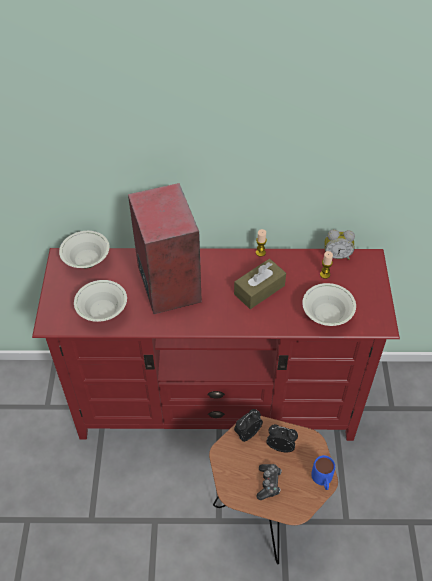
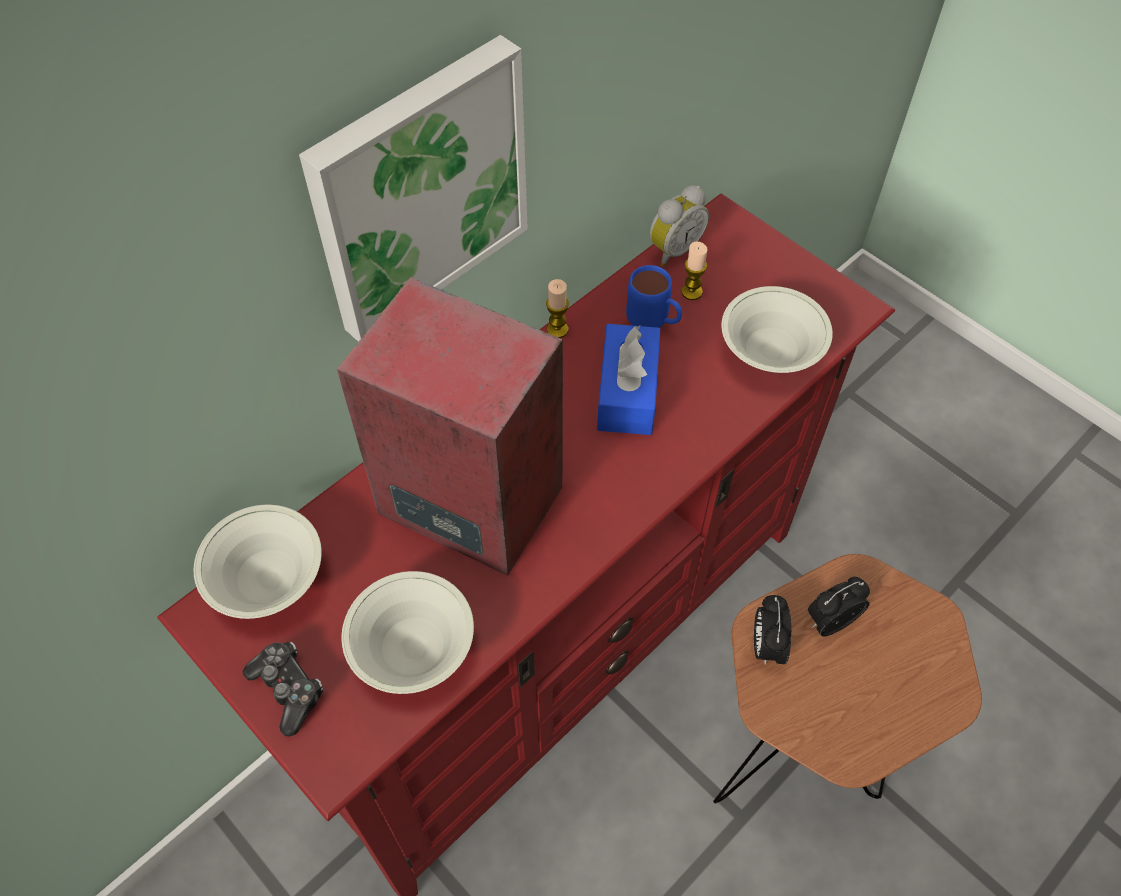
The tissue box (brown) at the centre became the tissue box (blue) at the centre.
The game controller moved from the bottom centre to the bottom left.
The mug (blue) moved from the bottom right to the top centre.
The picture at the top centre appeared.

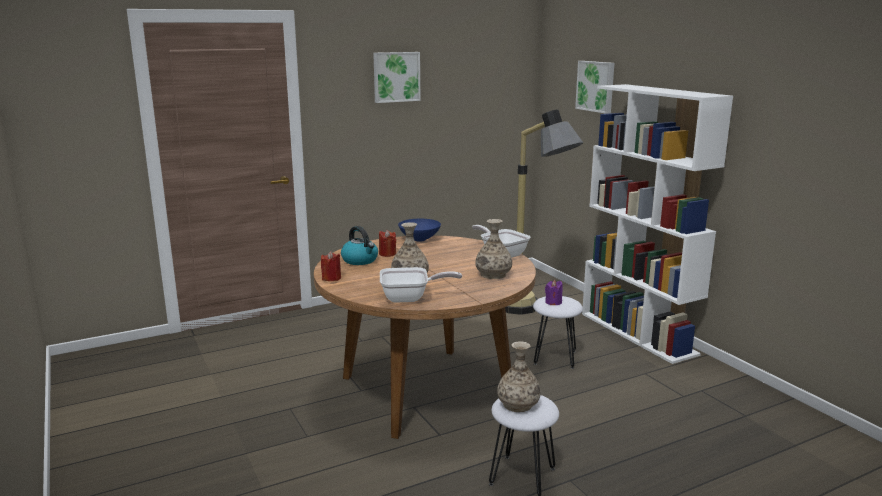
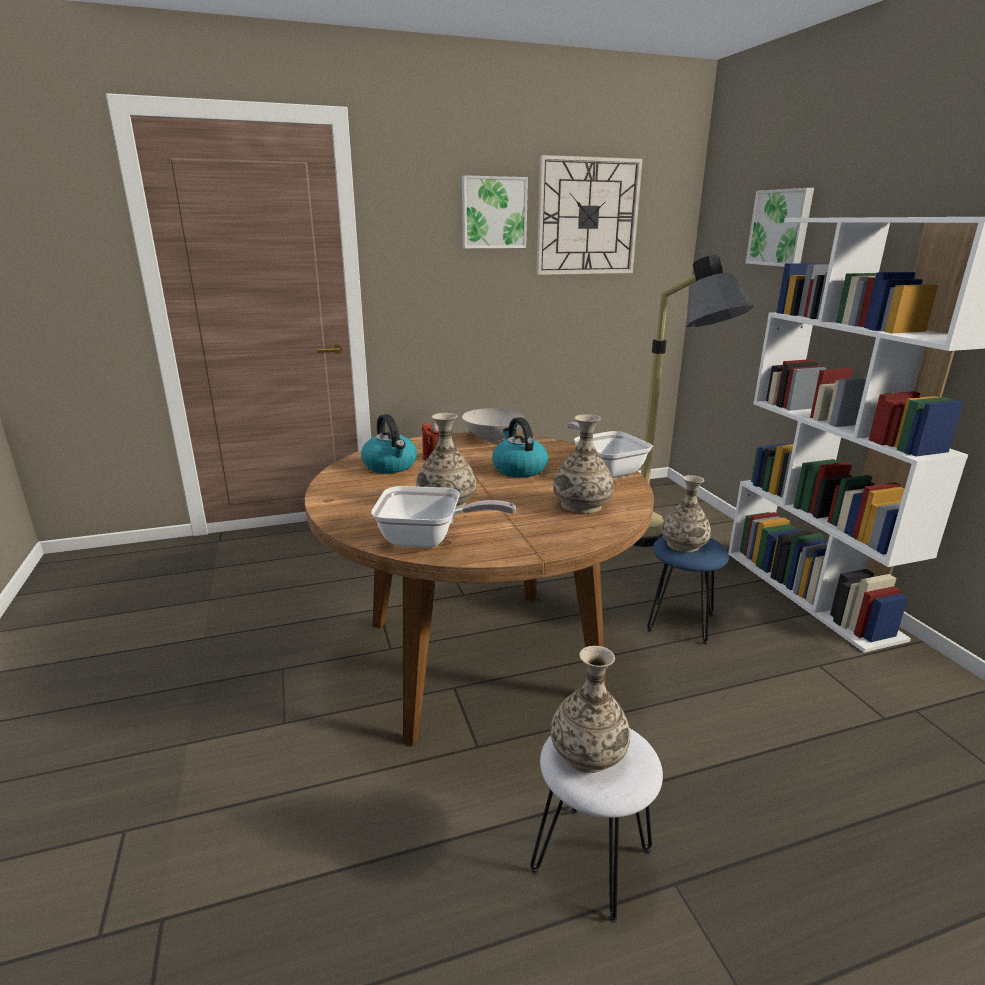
The candle (red) (no. 1 from left) at the centre disappeared.
The bowl (blue) at the centre became the bowl (white) at the centre.
The stool (white) (no. 2 from left) at the bottom centre became the stool (blue) at the middle right.
The candle (purple) at the centre was replaced by the vase (no. 4 from left) at the middle right.
The kettle (no. 2 from left) at the centre appeared.
The wall clock at the top centre appeared.

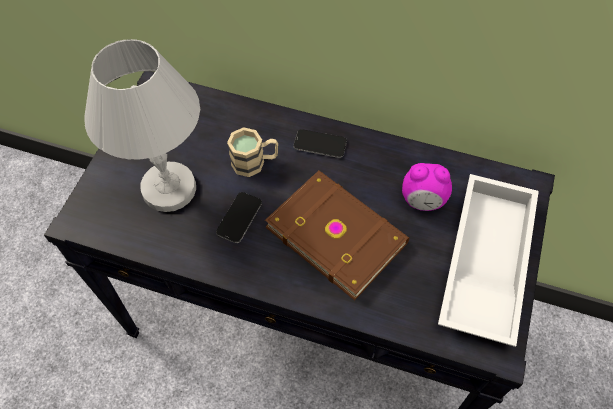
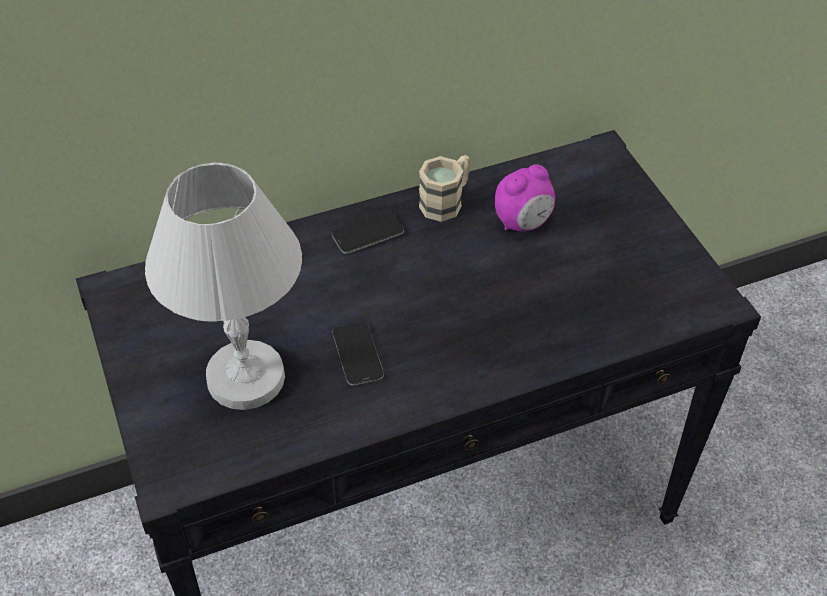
The mug (beige) moved from the centre to the top centre.
The book (brown) at the centre disappeared.
The tray (white) at the middle right disappeared.

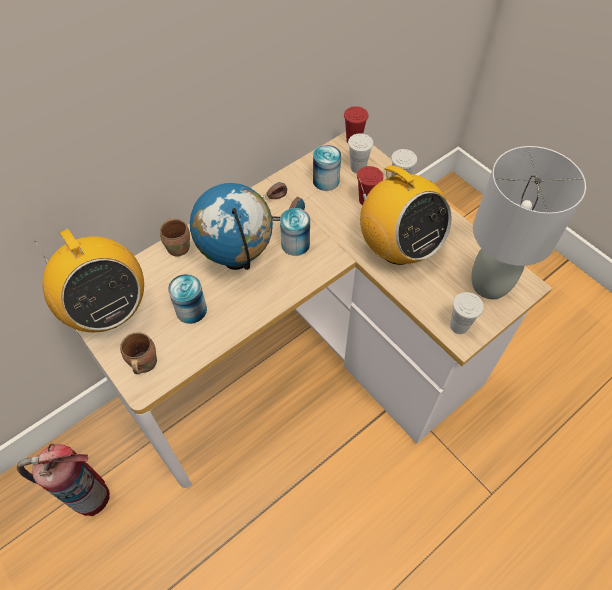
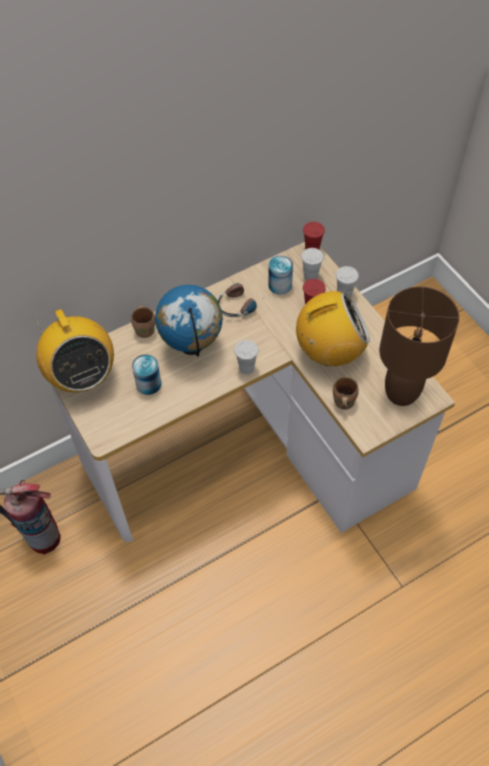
The mug (brown) (no. 1 from left in the first image) moved from the middle left to the middle right.
The can (no. 2 from left) at the centre disappeared.
The radio (no. 2 from left) at the centre turned 75 degrees counterclockwise.
The cup (white) (no. 3 from left in the first image) moved from the middle right to the centre.
The table lamp (grey) at the middle right became the table lamp (brown) at the middle right.

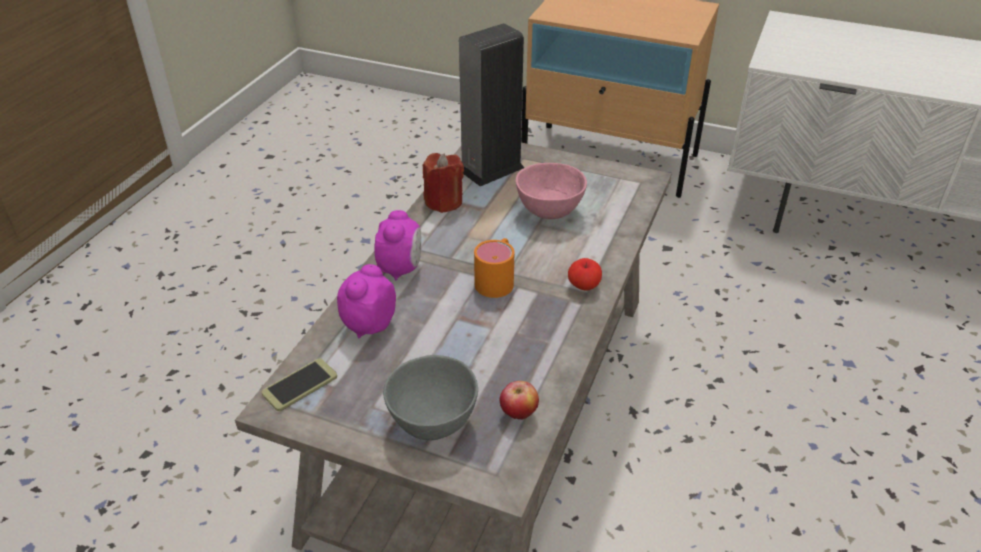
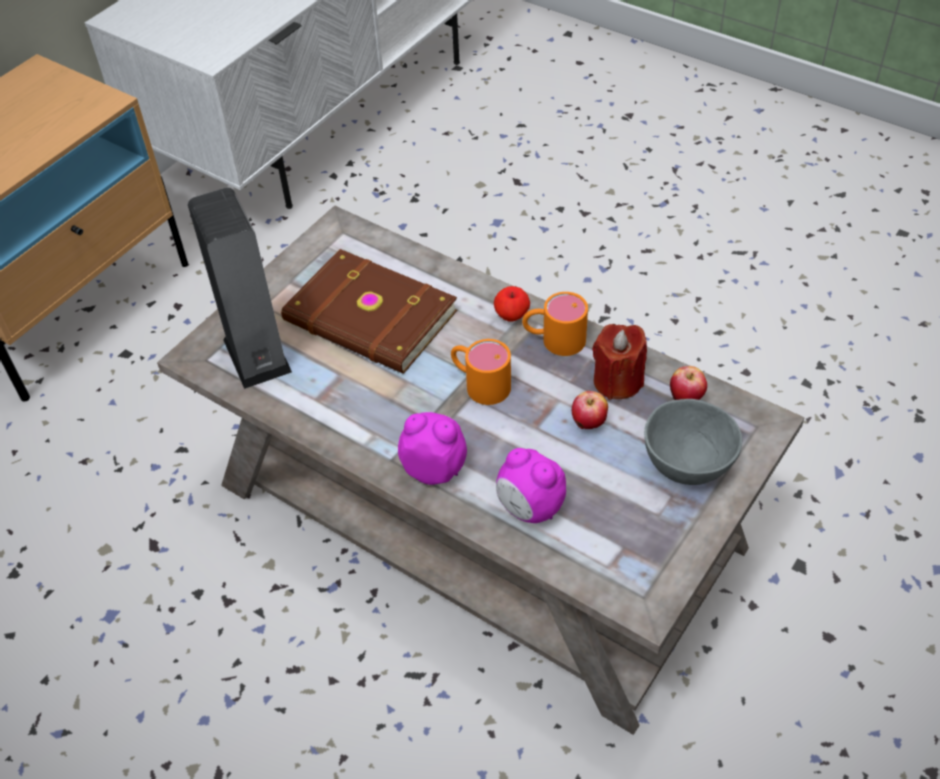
The phone at the bottom left disappeared.
The candle (red) moved from the top centre to the centre.
The bowl (pink) at the centre was replaced by the book (brown) at the centre.
The mug (orange) (no. 2 from left) at the centre appeared.
The apple (no. 2 from left) at the centre appeared.

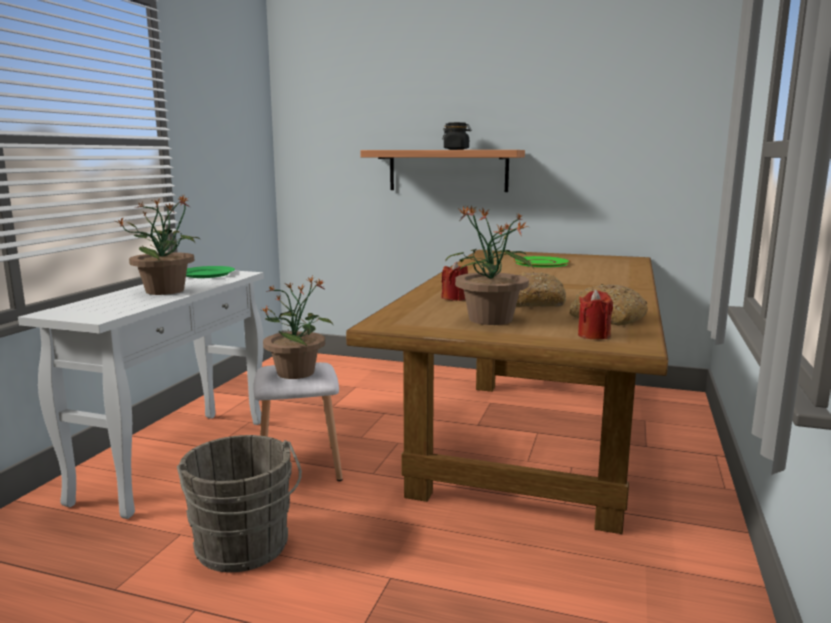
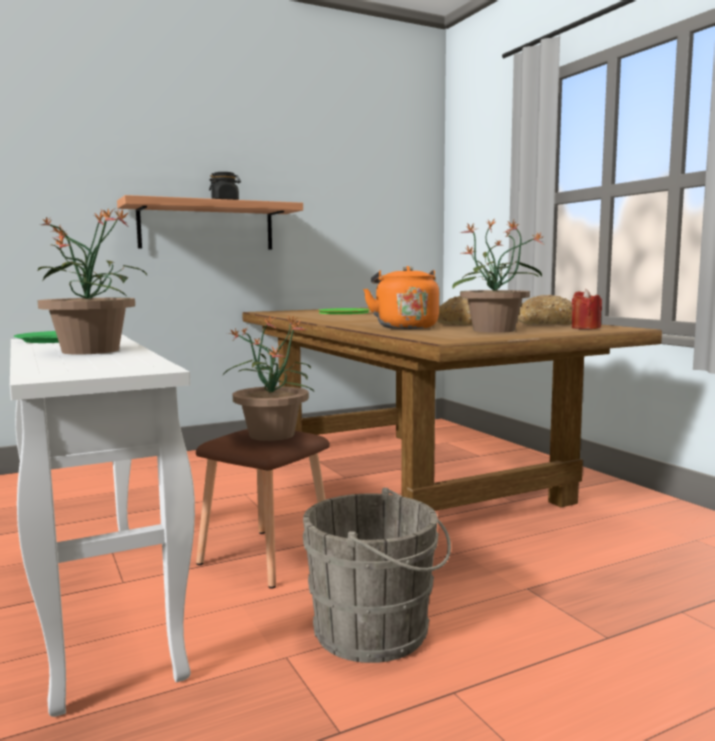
The stool (white) at the bottom centre became the stool (brown) at the bottom centre.
The candle (red) (no. 1 from left) at the centre was replaced by the kettle (orange) at the centre.

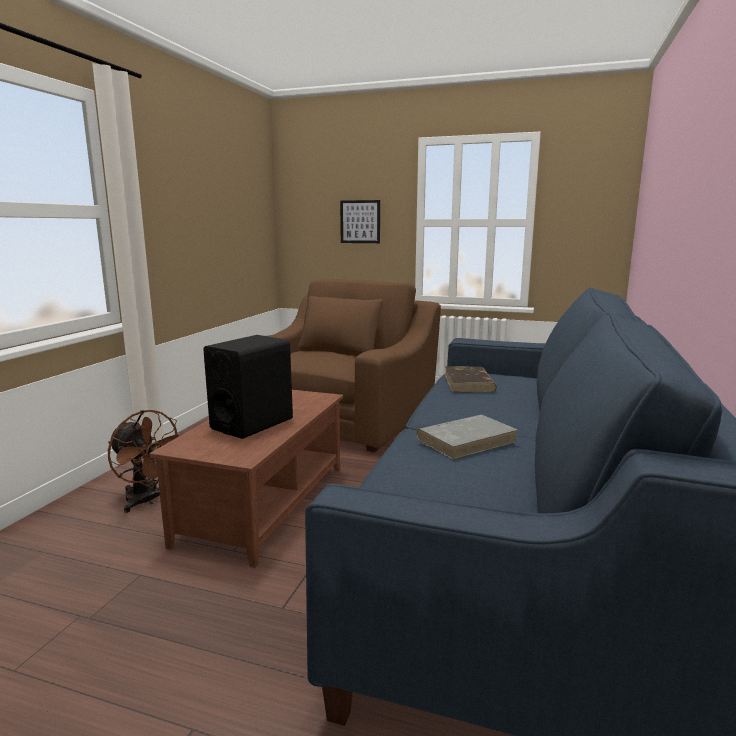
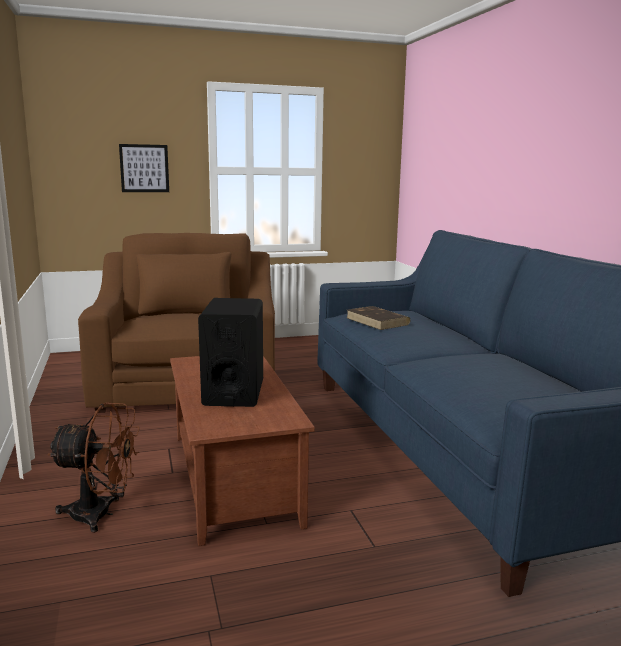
The book (grey) at the centre disappeared.

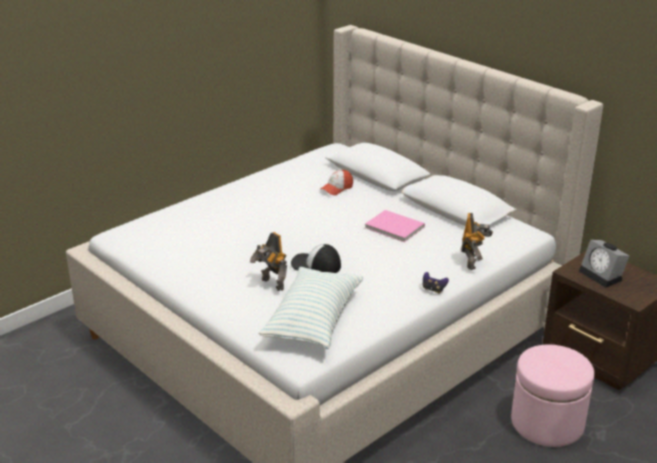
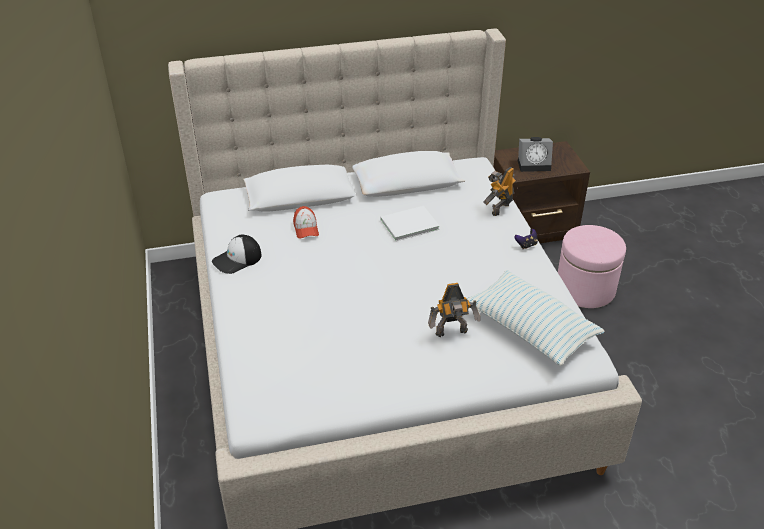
The cap (no. 1 from left) moved from the centre to the middle left.
The book (pink) at the centre became the book (white) at the centre.
The toy robot (no. 2 from left) at the middle right turned 90 degrees counterclockwise.

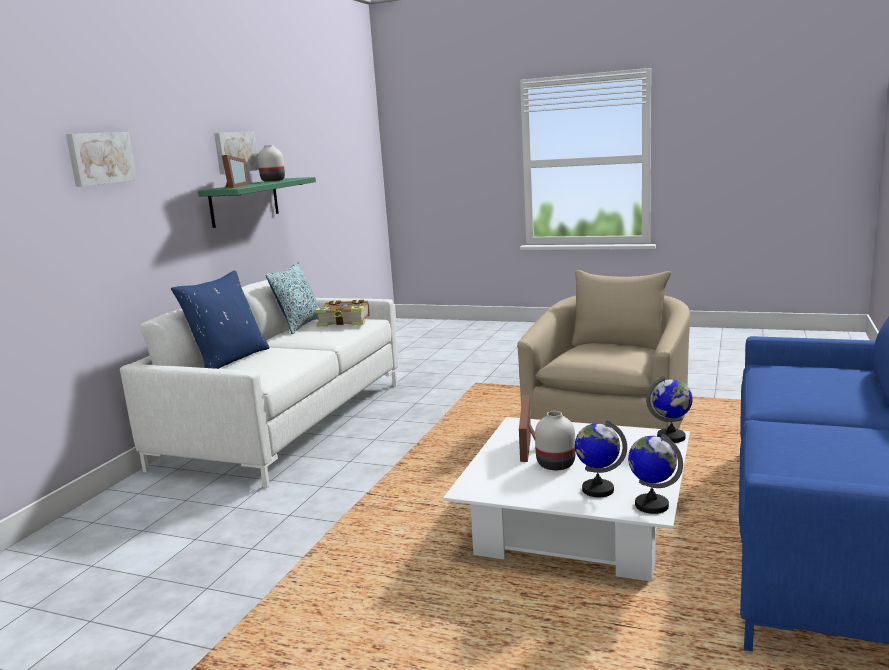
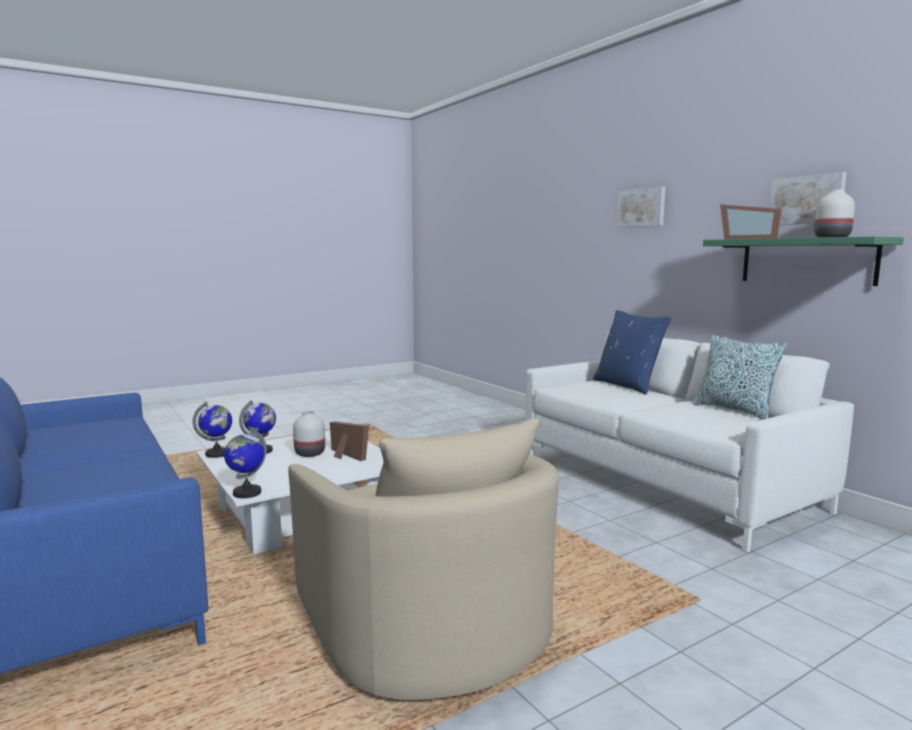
The book at the centre disappeared.

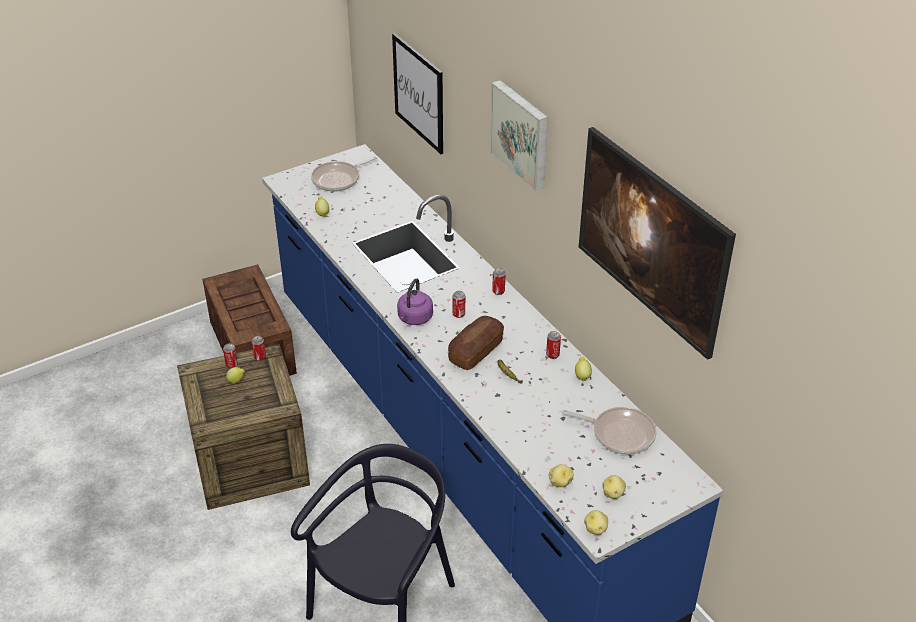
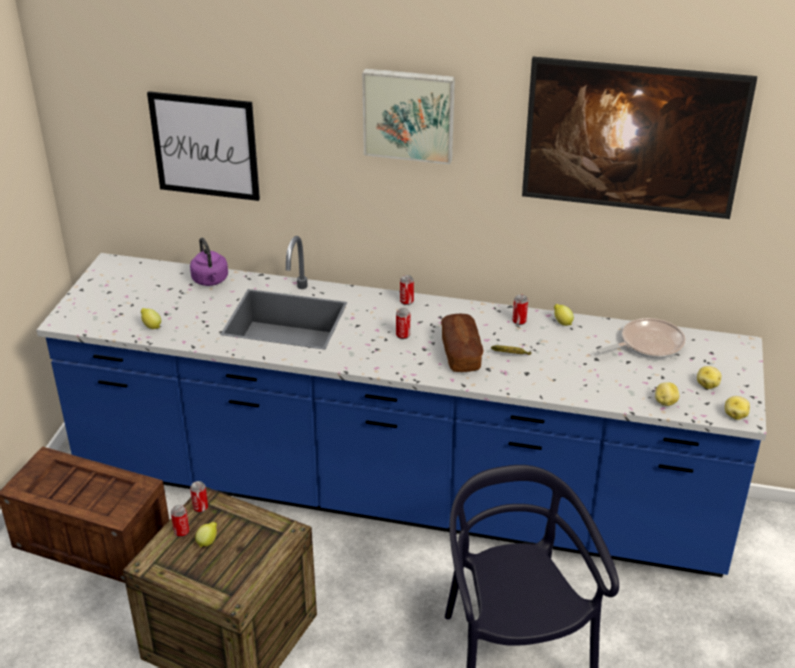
The frying pan (no. 1 from left) at the top centre disappeared.
The kettle (purple) moved from the centre to the middle left.

